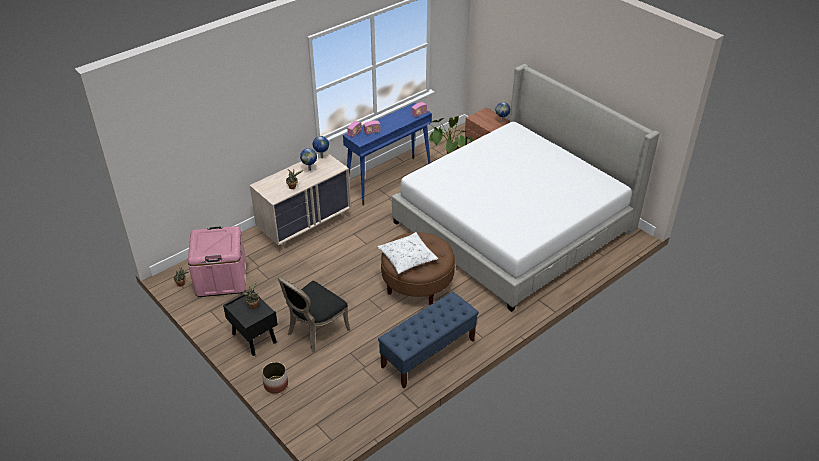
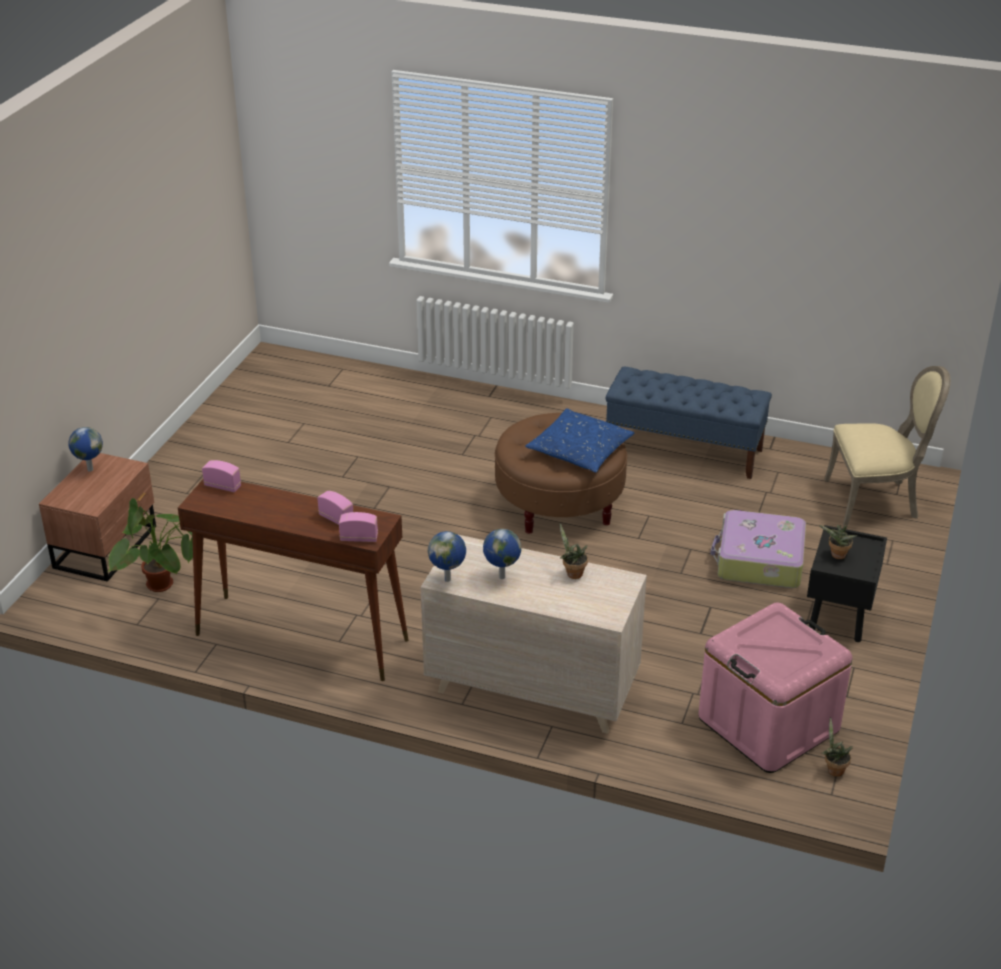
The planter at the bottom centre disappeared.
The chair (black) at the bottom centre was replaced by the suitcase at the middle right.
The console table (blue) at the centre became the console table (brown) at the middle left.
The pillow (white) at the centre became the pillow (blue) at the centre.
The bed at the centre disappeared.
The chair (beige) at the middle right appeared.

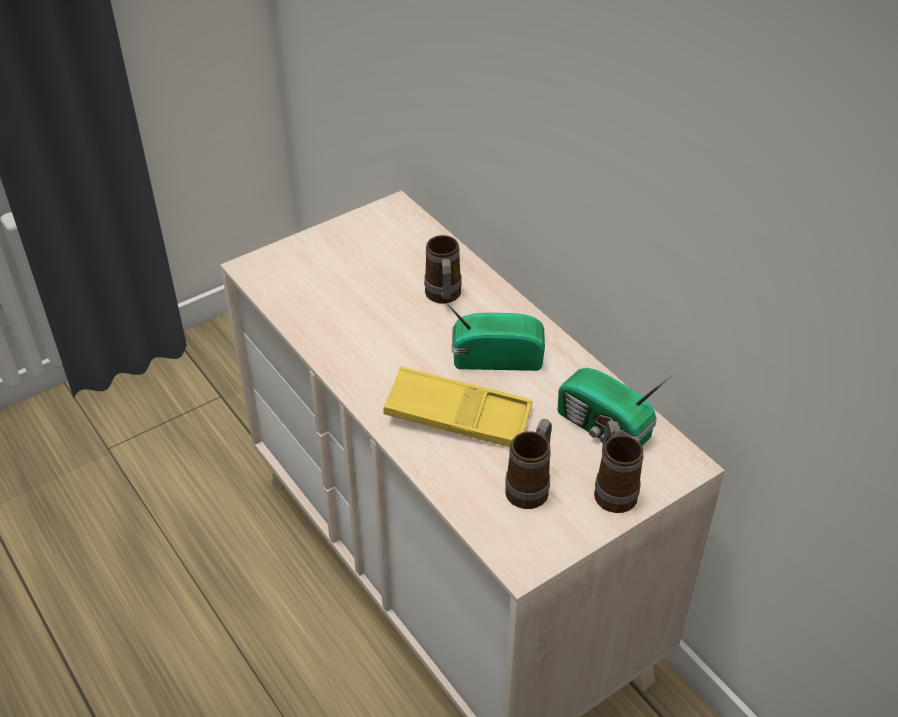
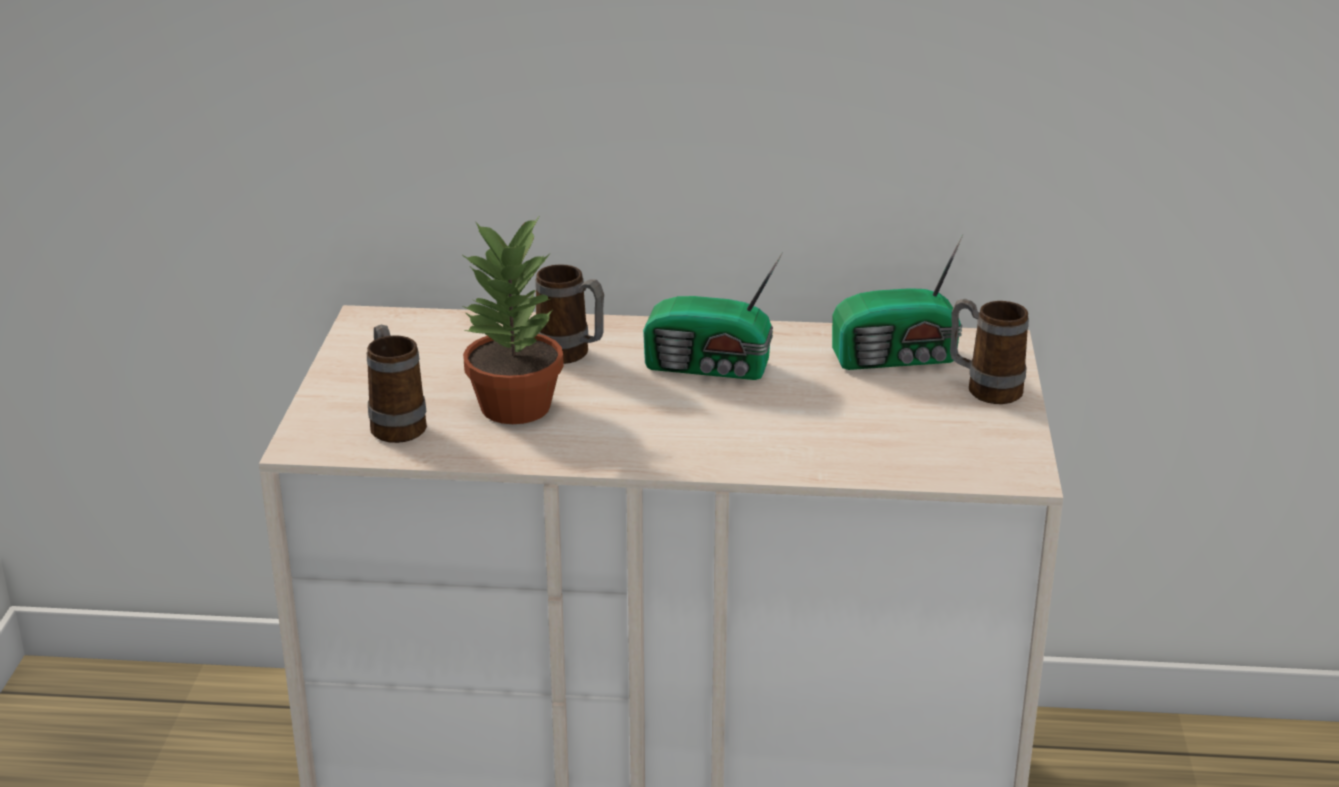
The tray (yellow) at the centre disappeared.
The radio (no. 1 from left) at the centre turned 120 degrees counterclockwise.
The mug (no. 2 from left in the first image) moved from the centre to the middle left.
The potted plant at the centre appeared.

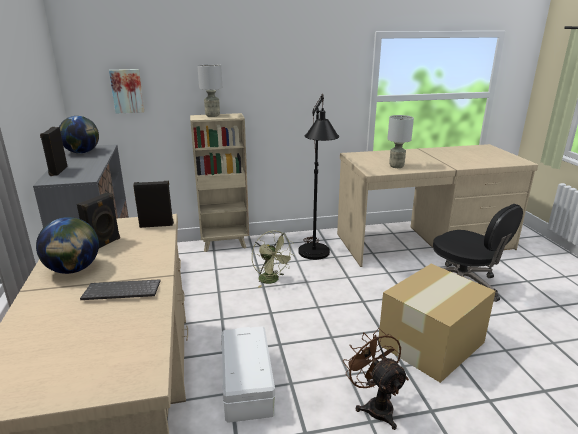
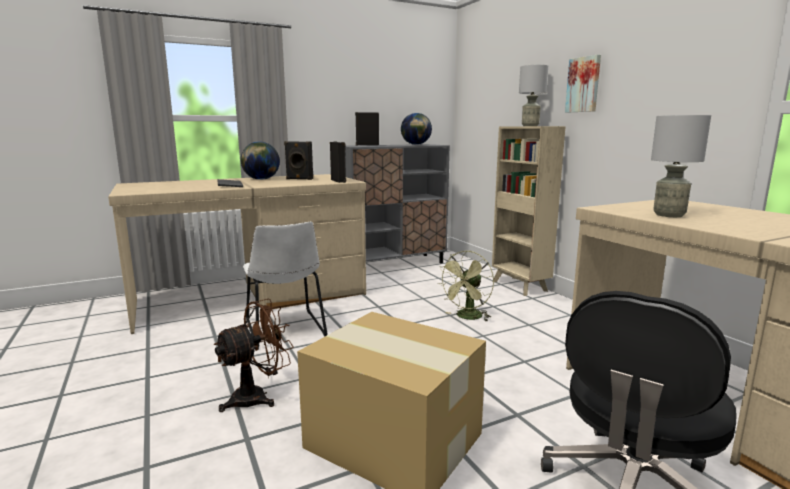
The picture moved from the top left to the top right.
The storage box (white) at the bottom centre was replaced by the chair (white) at the centre.
The floor lamp (black) at the centre disappeared.

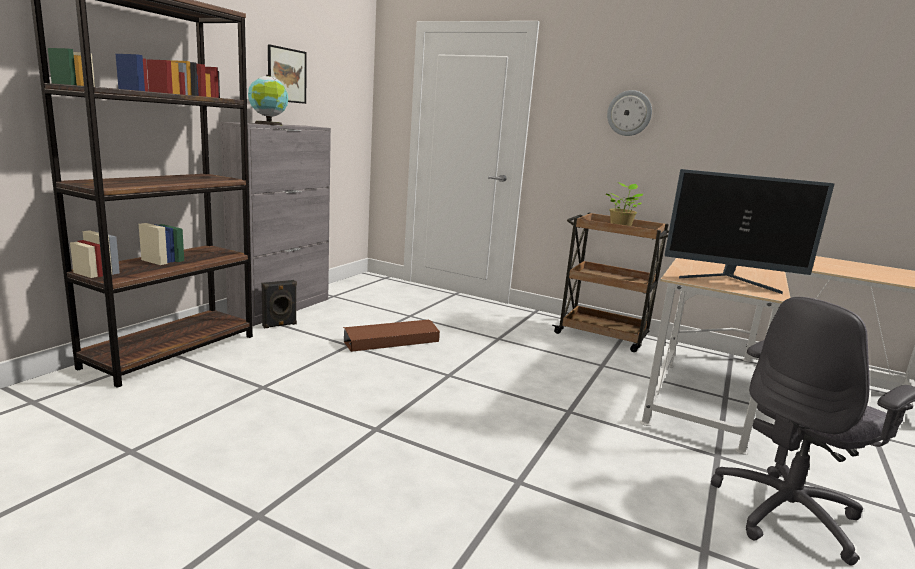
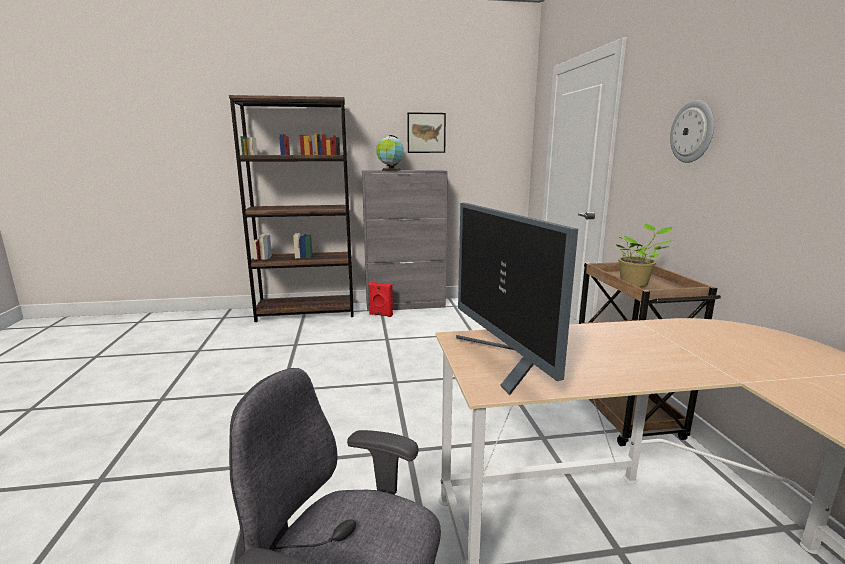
The speaker (black) at the middle left became the speaker (red) at the centre.
The storage box (brown) at the centre disappeared.

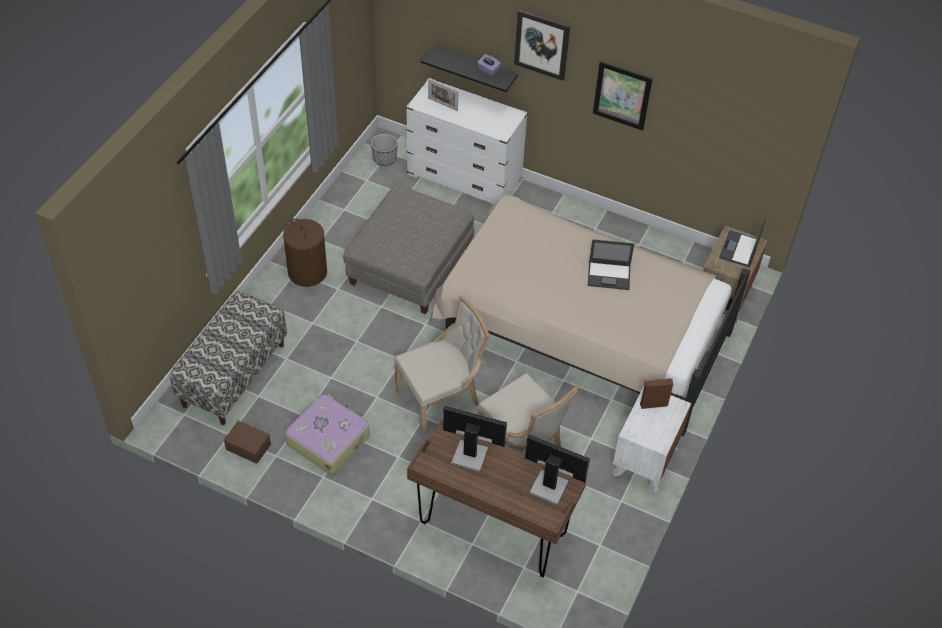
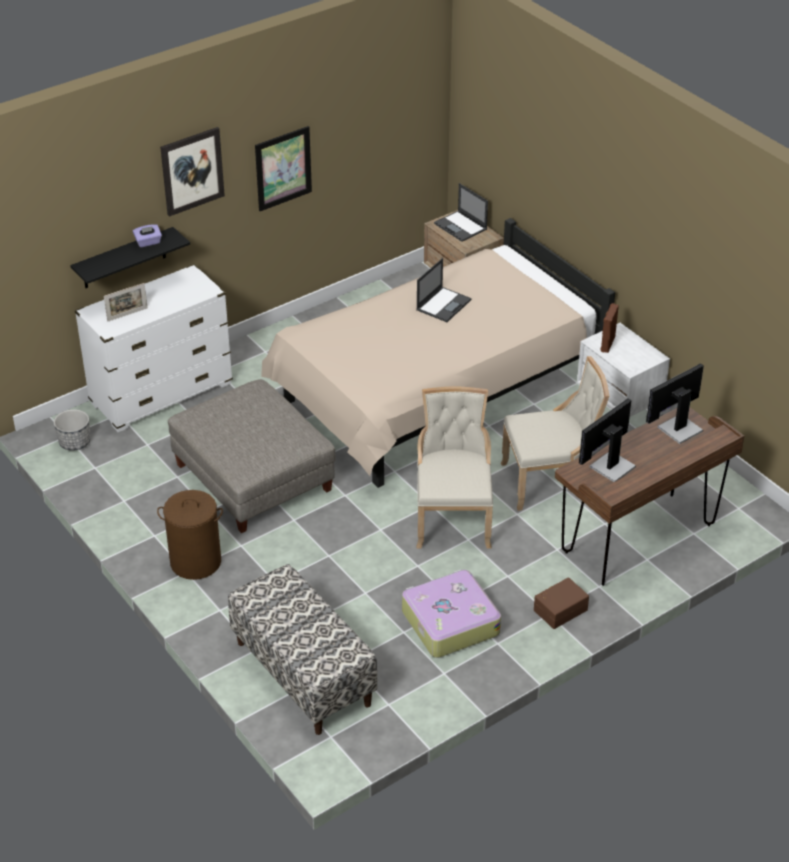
The storage box (brown) moved from the bottom left to the bottom right.

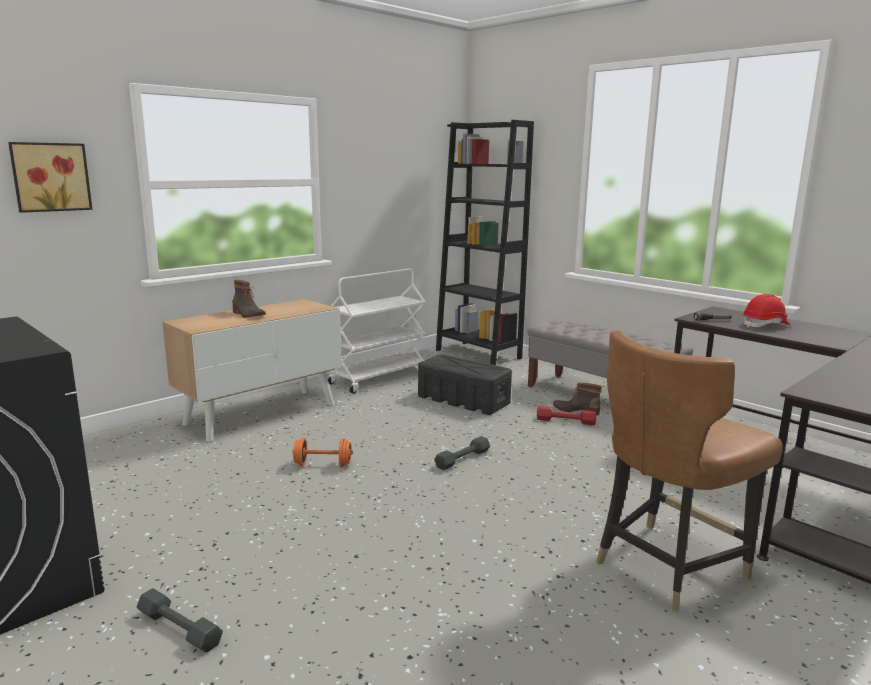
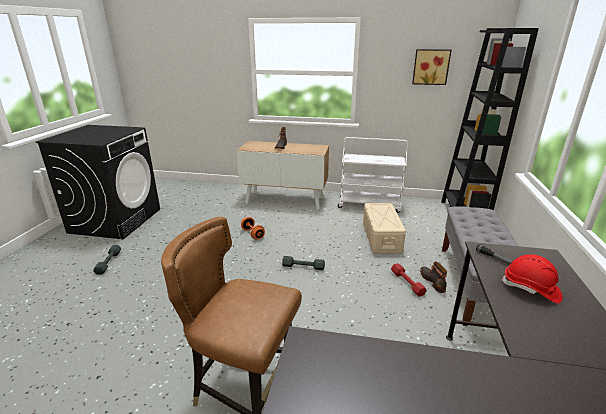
The picture moved from the top left to the top right.
The storage box (black) at the centre became the storage box (beige) at the centre.

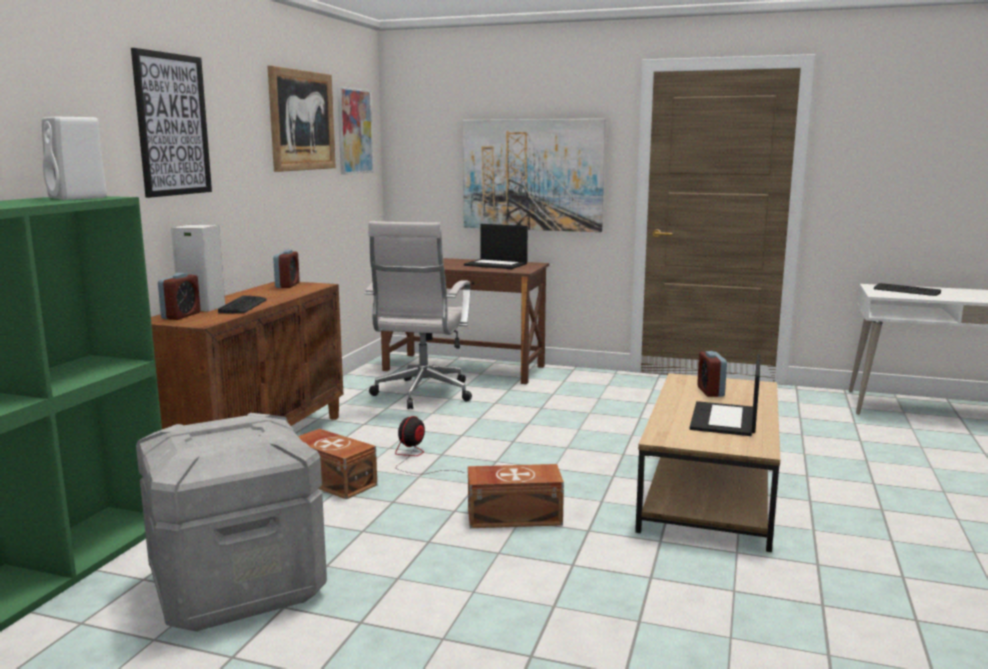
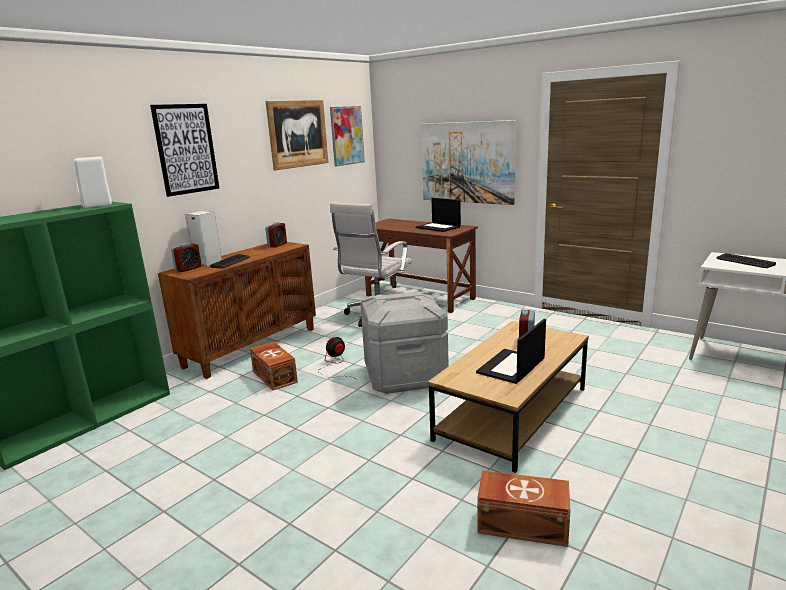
The storage box (grey) moved from the bottom left to the centre.
The storage box (brown) (no. 2 from left) moved from the bottom centre to the bottom right.

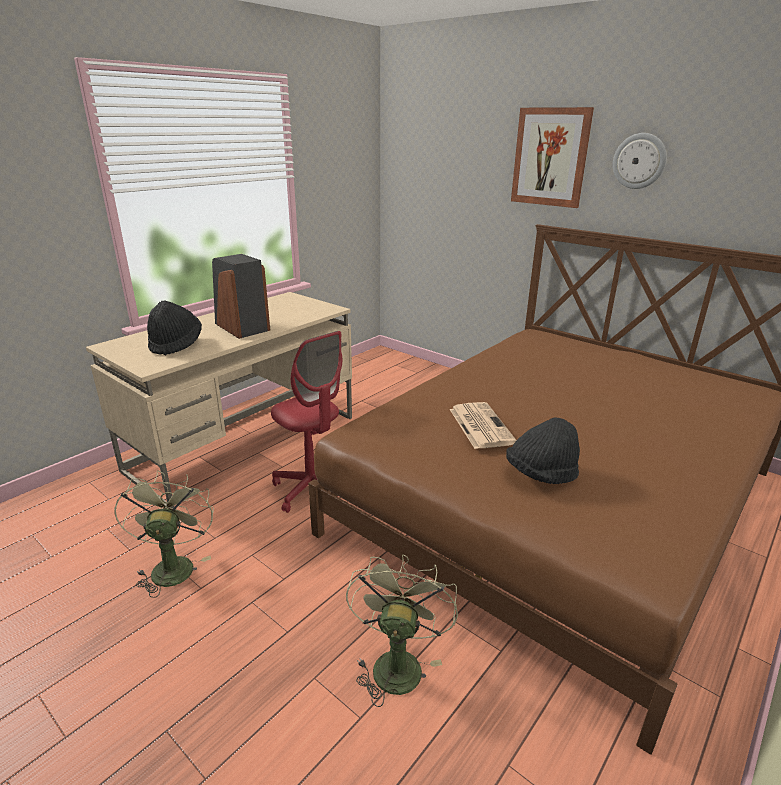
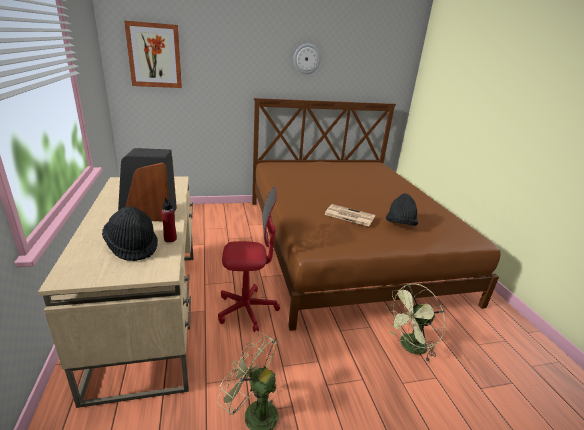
The fan (green) (no. 2 from left) at the bottom centre turned 75 degrees counterclockwise.
The picture moved from the top right to the top left.
The bottle (red) at the middle left appeared.

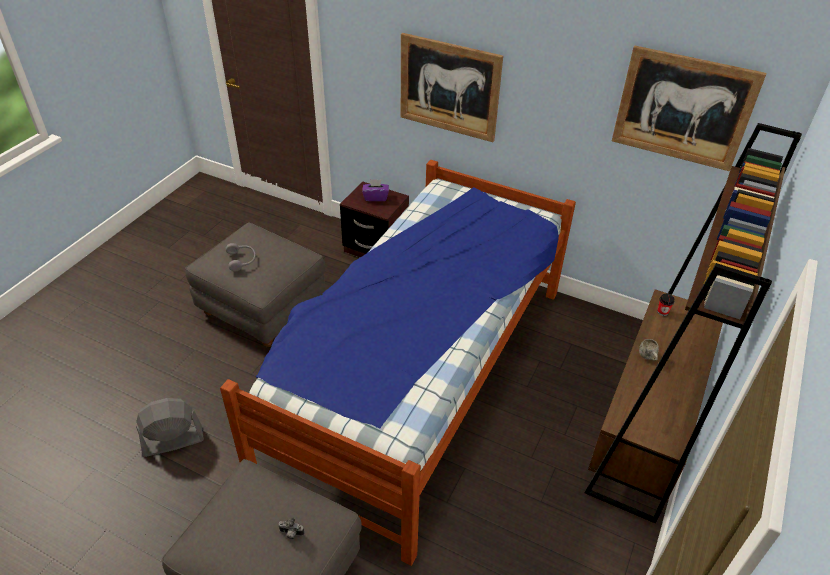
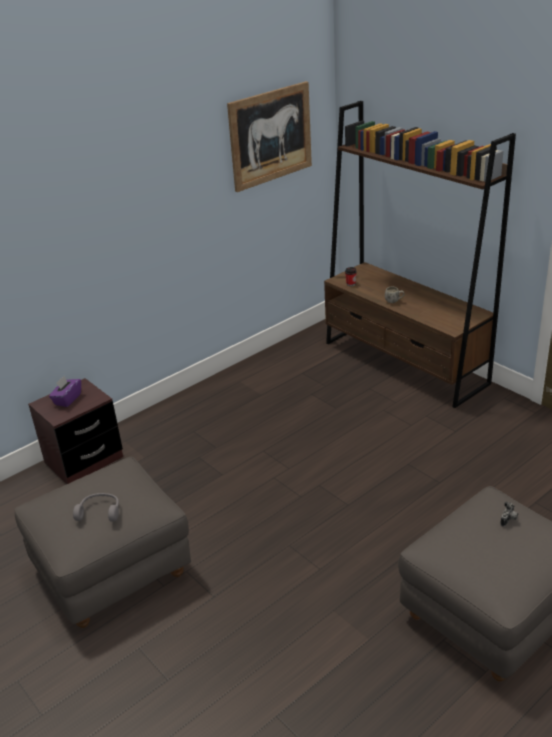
The fan (grey) at the bottom left disappeared.
The bed at the centre disappeared.
The picture (no. 1 from left) at the top centre disappeared.

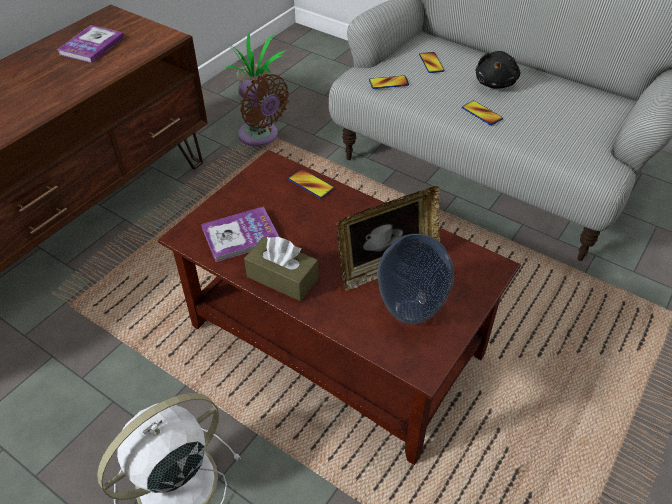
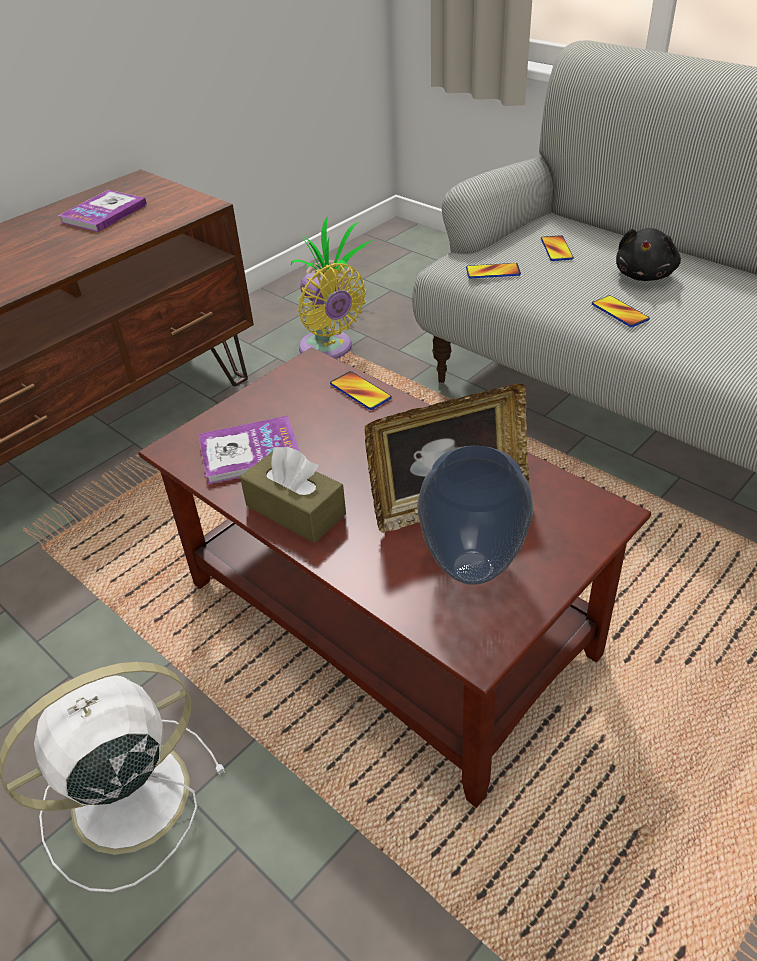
The fan (brown) at the top centre became the fan (yellow) at the top centre.

